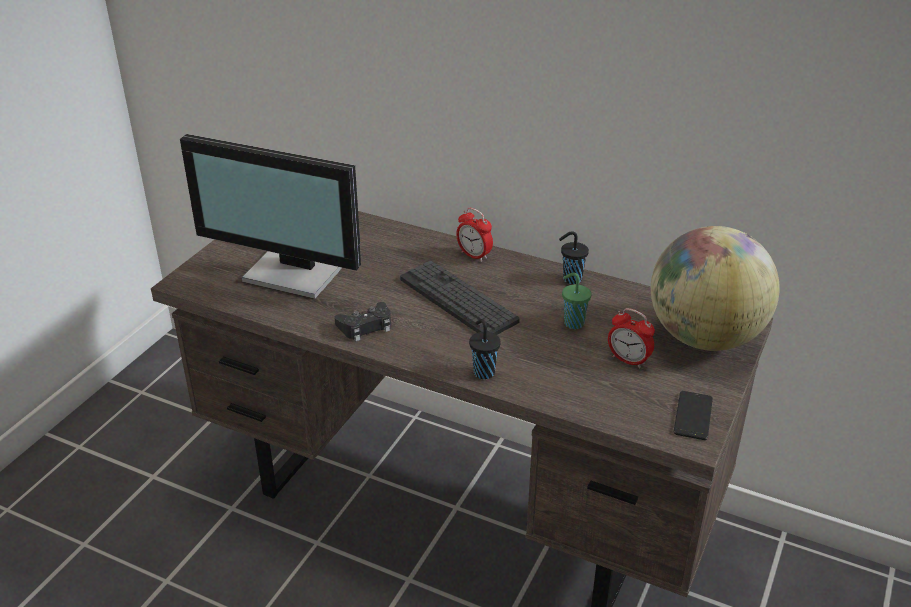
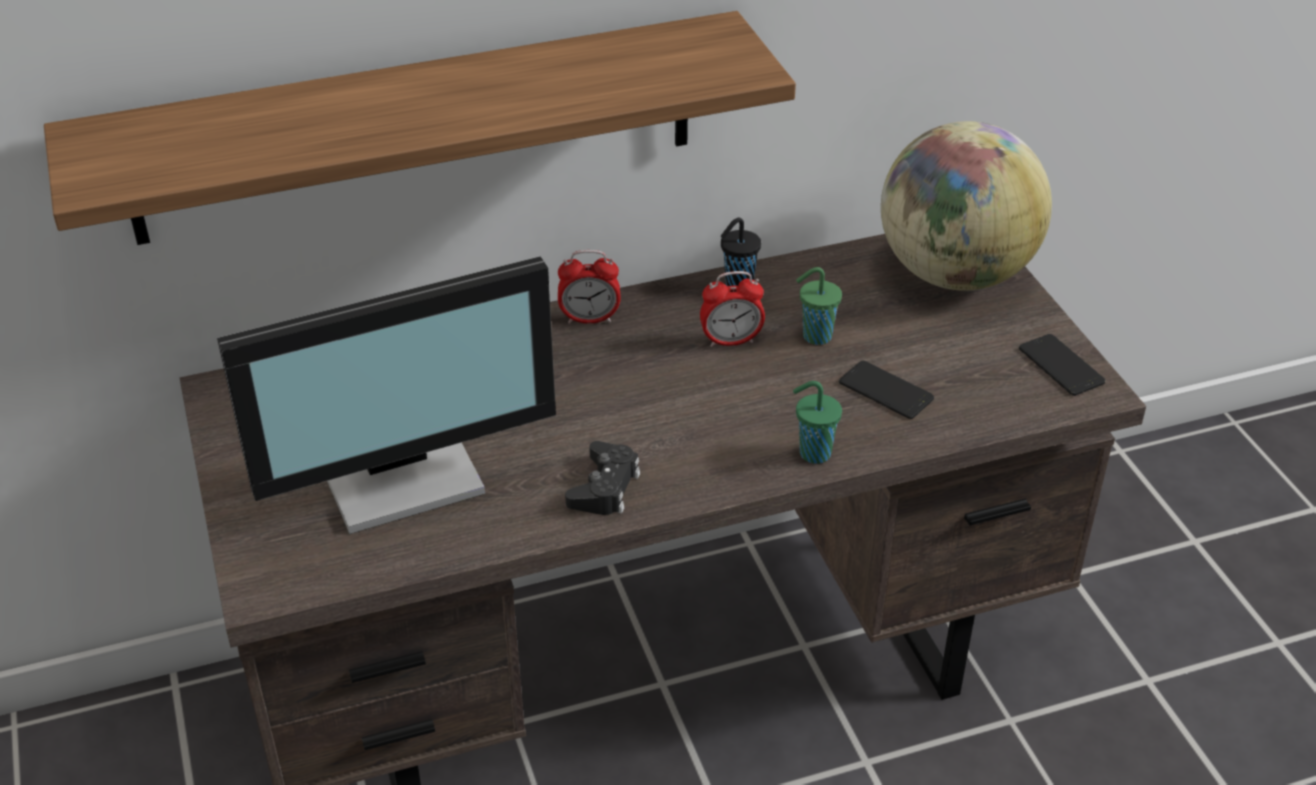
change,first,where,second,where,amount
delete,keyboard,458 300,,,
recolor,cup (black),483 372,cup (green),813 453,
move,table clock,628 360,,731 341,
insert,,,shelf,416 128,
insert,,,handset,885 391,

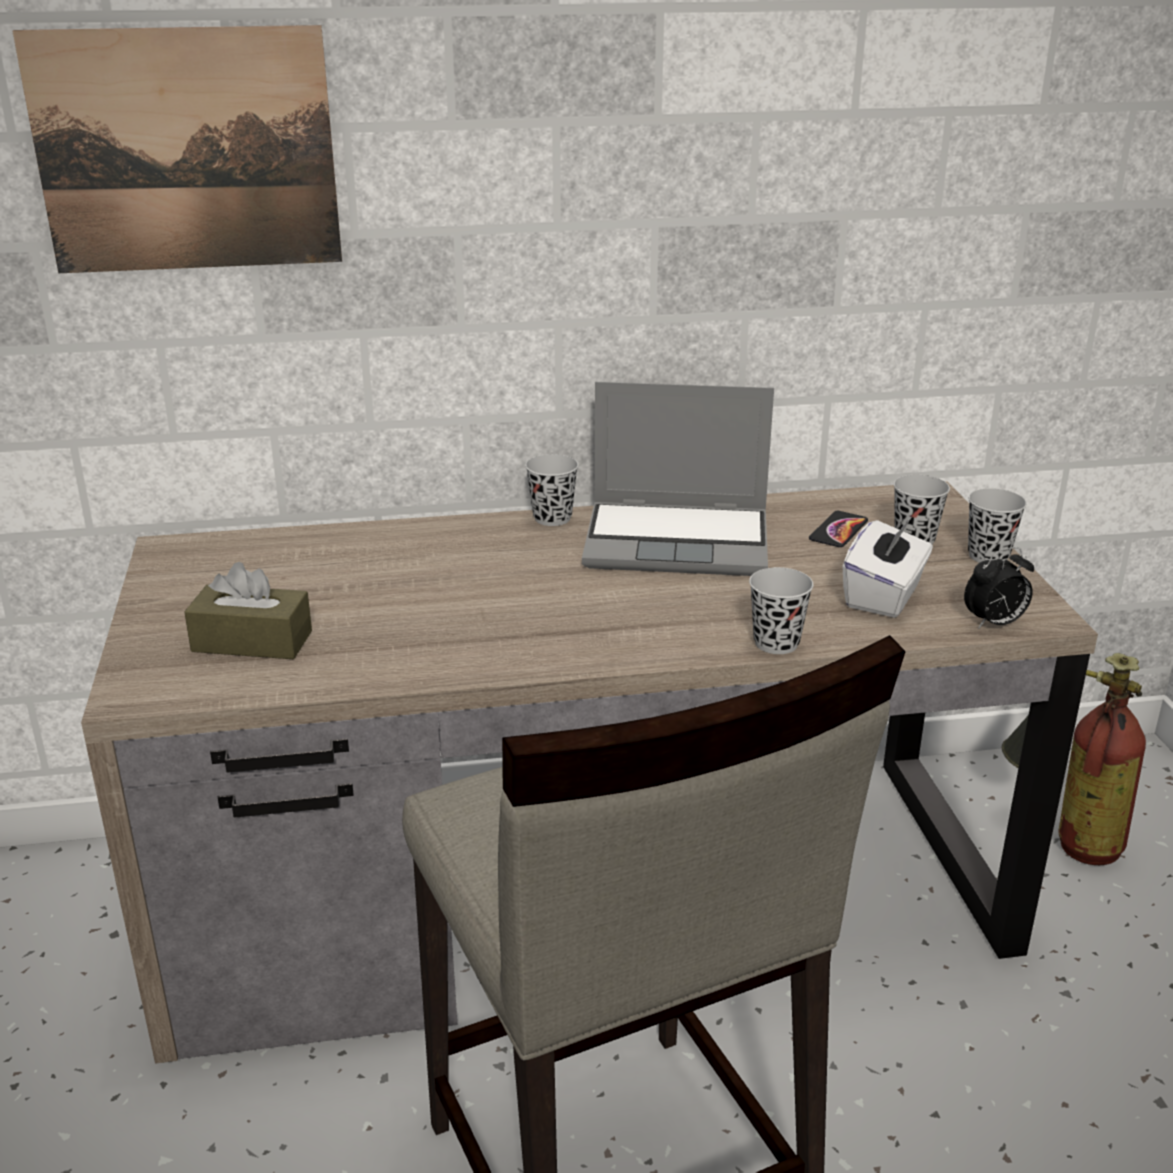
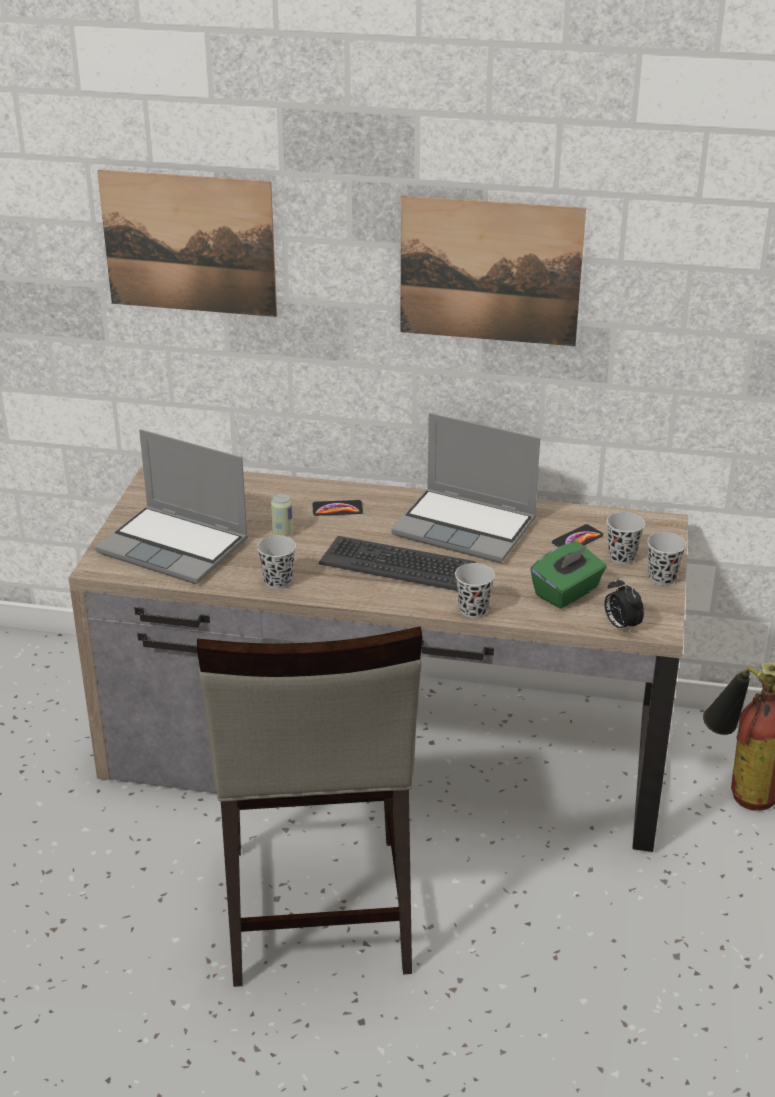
change,first,where,second,where,amount
replace,tissue box (brown-coloured),252 641,notebook computer,176 546,
move,cup (black),552 518,,278 581,
recolor,tissue box (whitish),884 596,tissue box (green),567 592,
rotate,table clock,994 624,,621 626,60 degrees clockwise
insert,,,sealed can,282 532,
insert,,,handset,337 509,
insert,,,keyboard,397 564,
insert,,,picture,490 271,

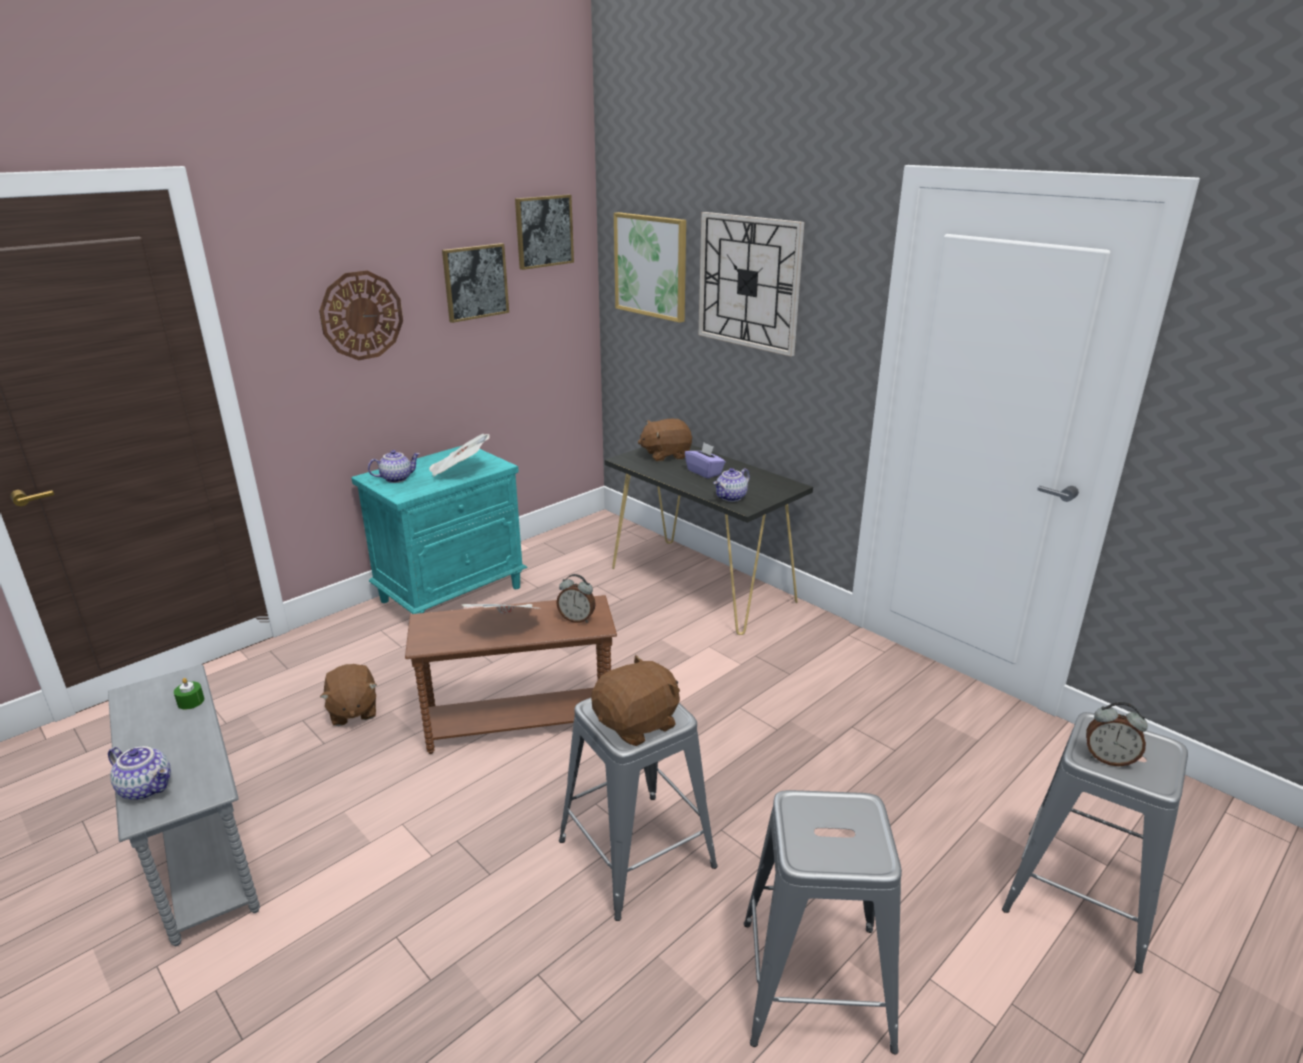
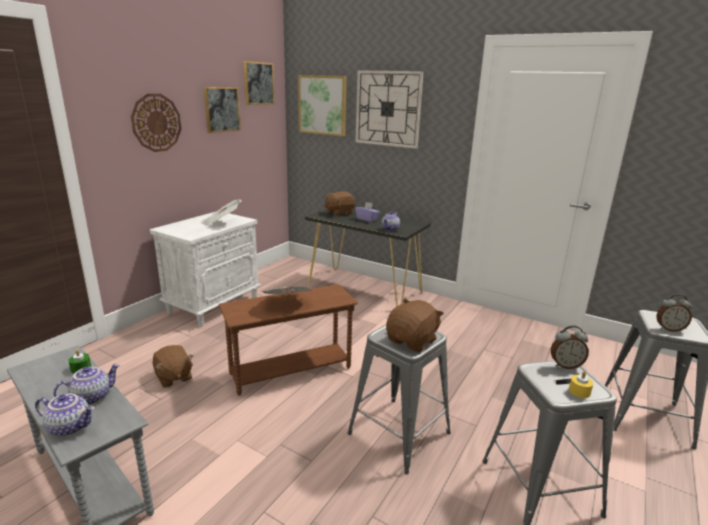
change,first,where,second,where,amount
recolor,nightstand (turquoise-coloured),452 593,nightstand (whitish),214 305,
move,pot for tea,396 478,,92 396,
move,table clock,577 619,,565 365,
insert,,,wax candle (yellow-coloured),579 391,

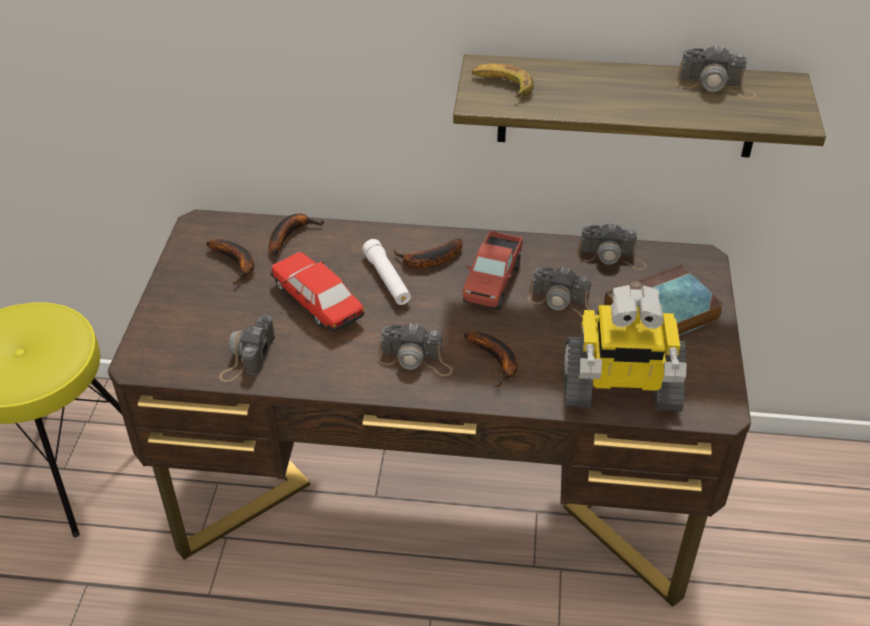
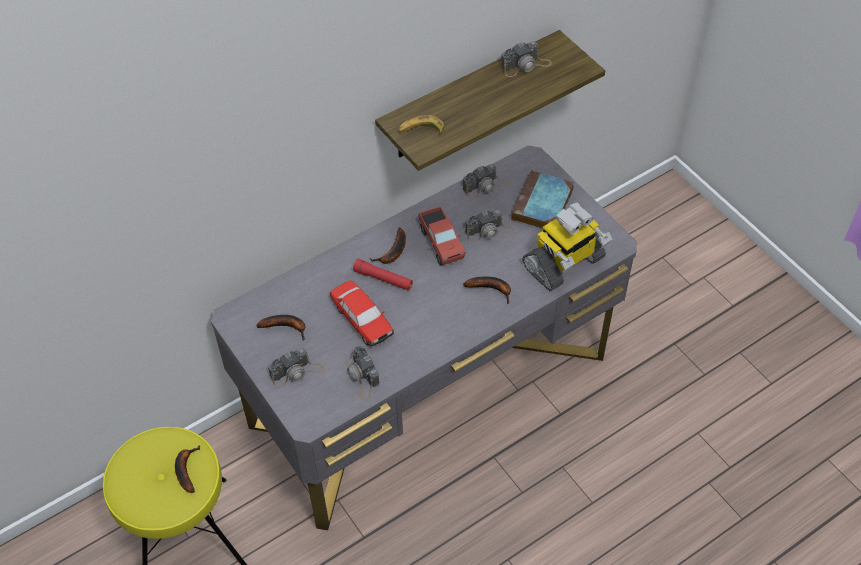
change,first,where,second,where,amount
recolor,desk unit (brown-coloured),435 497,desk unit (grey),430 390,
move,banana fruit,290 235,,186 470,
rotate,model car,317 302,,362 319,135 degrees counterclockwise
recolor,hand torch (whitish),387 279,hand torch (reddish),383 279,
move,still camera,416 360,,296 372,

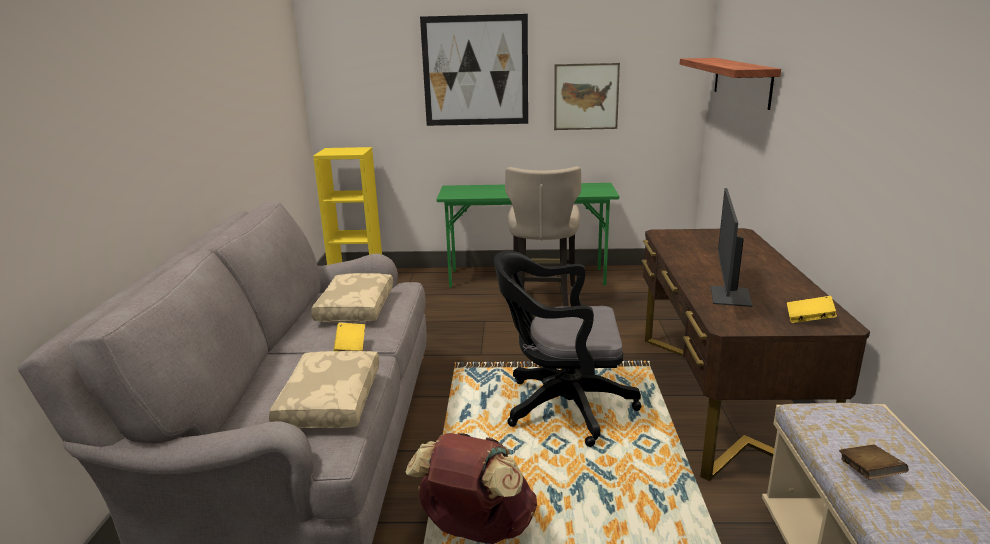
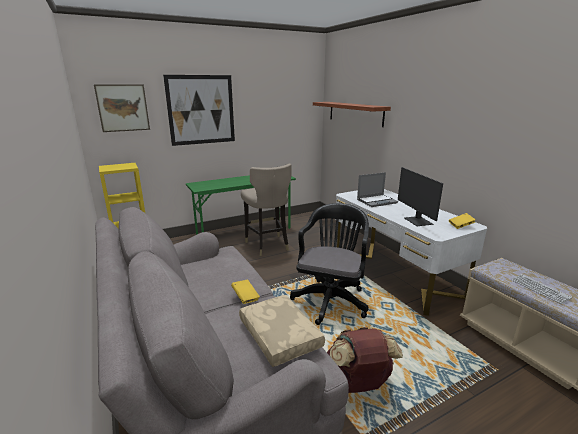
change,first,where,second,where,amount
delete,throw pillow (sand-coloured),354 307,,,
rotate,computer chair (black),561 406,,331 299,135 degrees clockwise
move,picture,586 96,,123 108,
recolor,desk unit (brown-coloured),720 397,desk unit (whitish),394 273,
replace,bound book (brown-coloured),869 473,keyboard,539 289,
insert,,,notebook computer,377 201,

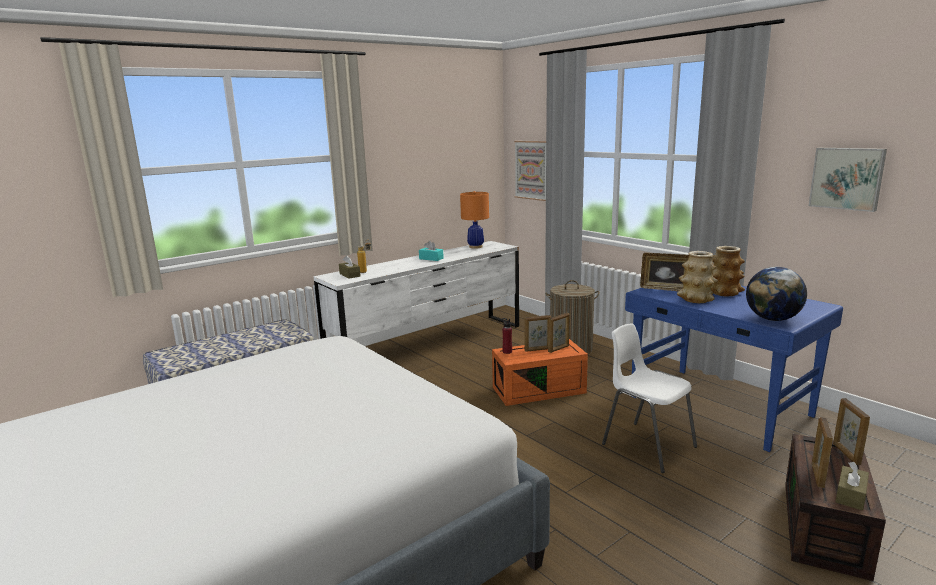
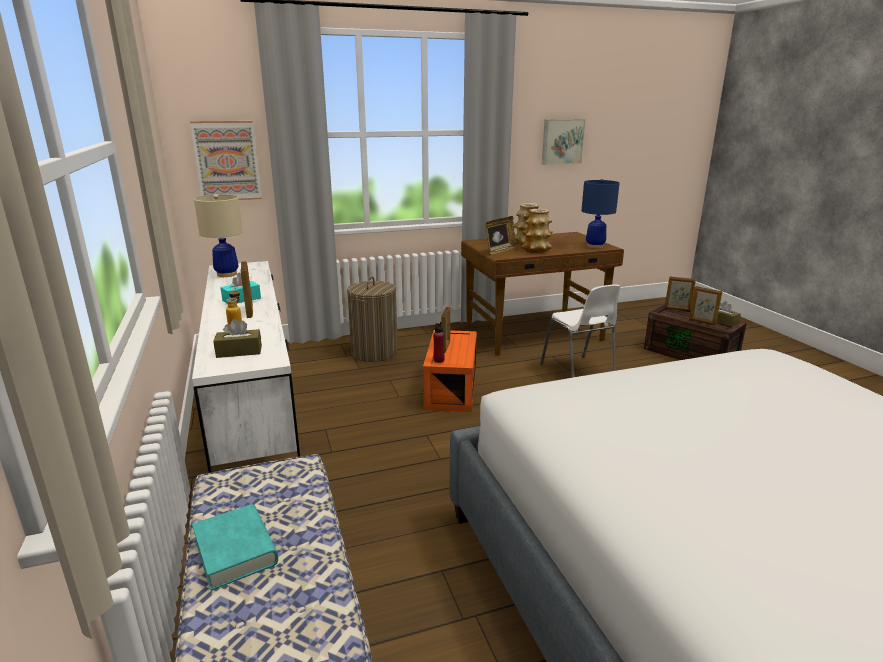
change,first,where,second,where,amount
recolor,table lamp (orangey),476 247,table lamp (sand-coloured),227 274,
move,standing frame,558 349,,249 312,
rotate,chair (whitish),646 445,,578 372,90 degrees counterclockwise
recolor,desk unit (blue),719 407,desk unit (brown-coloured),535 334,
replace,desk globe,772 319,table lamp (blue),595 246,
insert,,,bound book (turquoise-coloured),235 551,

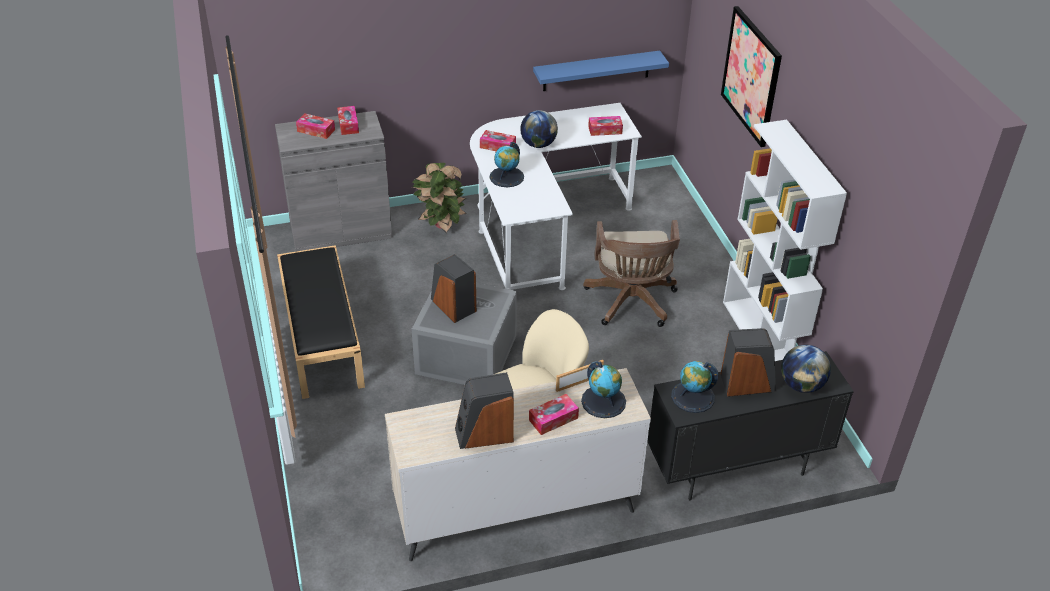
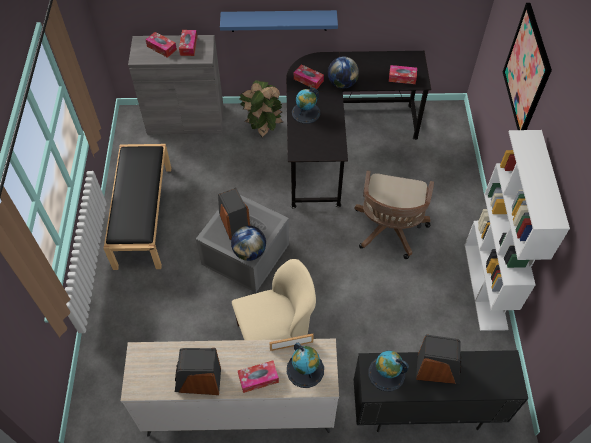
change,first,where,second,where,amount
recolor,desk unit (whitish),540 226,desk unit (black),339 142,
move,shelf (blue),596 71,,279 20,
move,desk globe,801 385,,249 252,

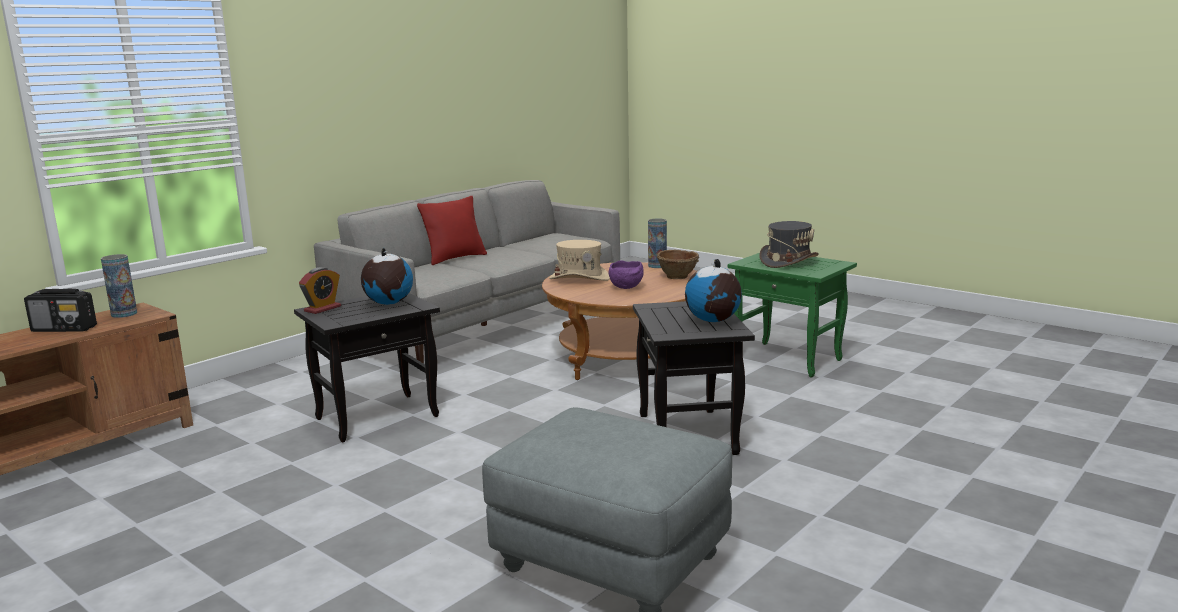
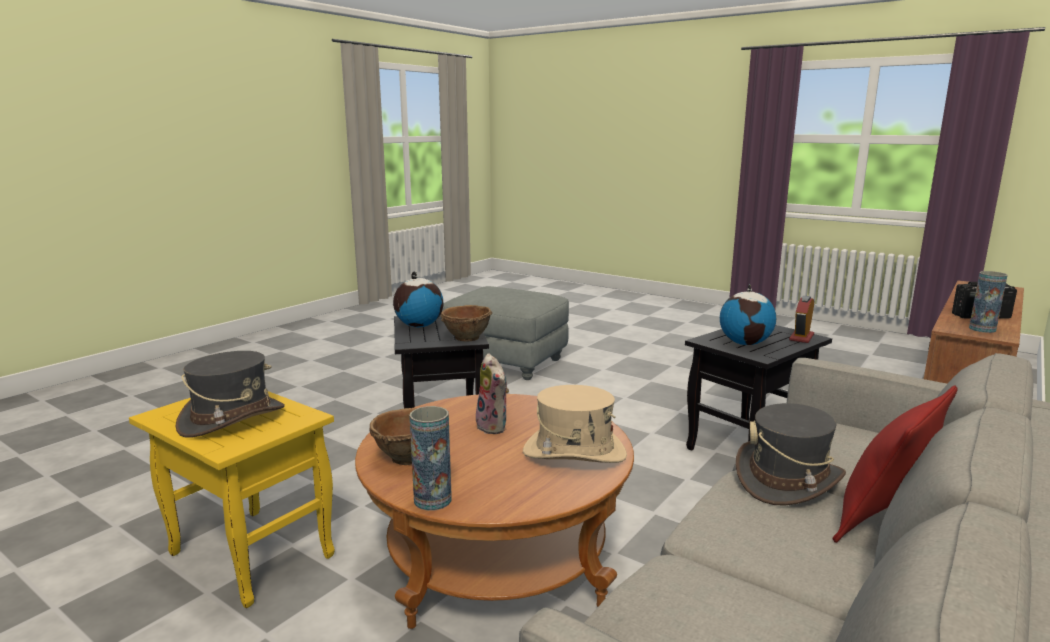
change,first,where,second,where,amount
replace,bowl (purple),627 288,plush toy,494 427,
recolor,end table (green),789 359,end table (yellow-coloured),248 555,
insert,,,bowl (brown-coloured),466 338,
insert,,,clothing hat (grey),788 480,

